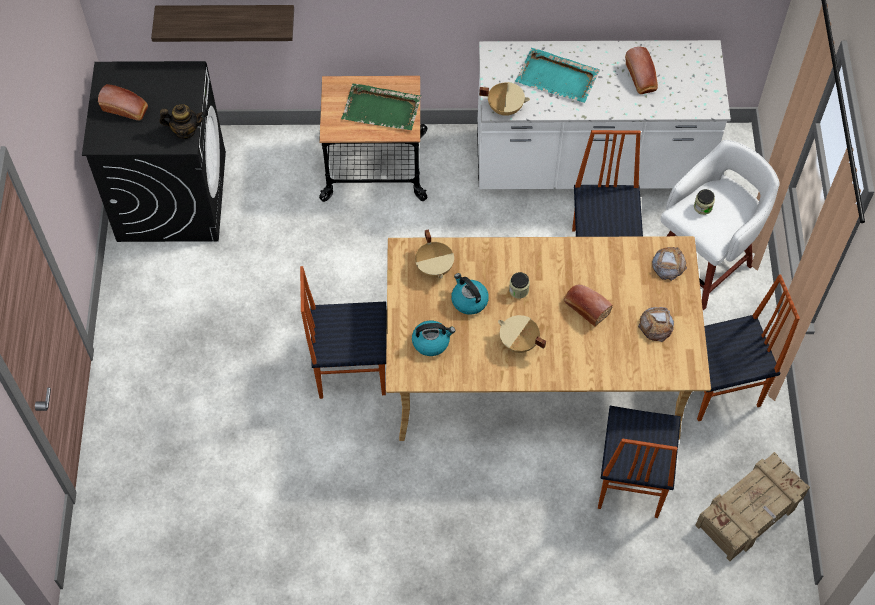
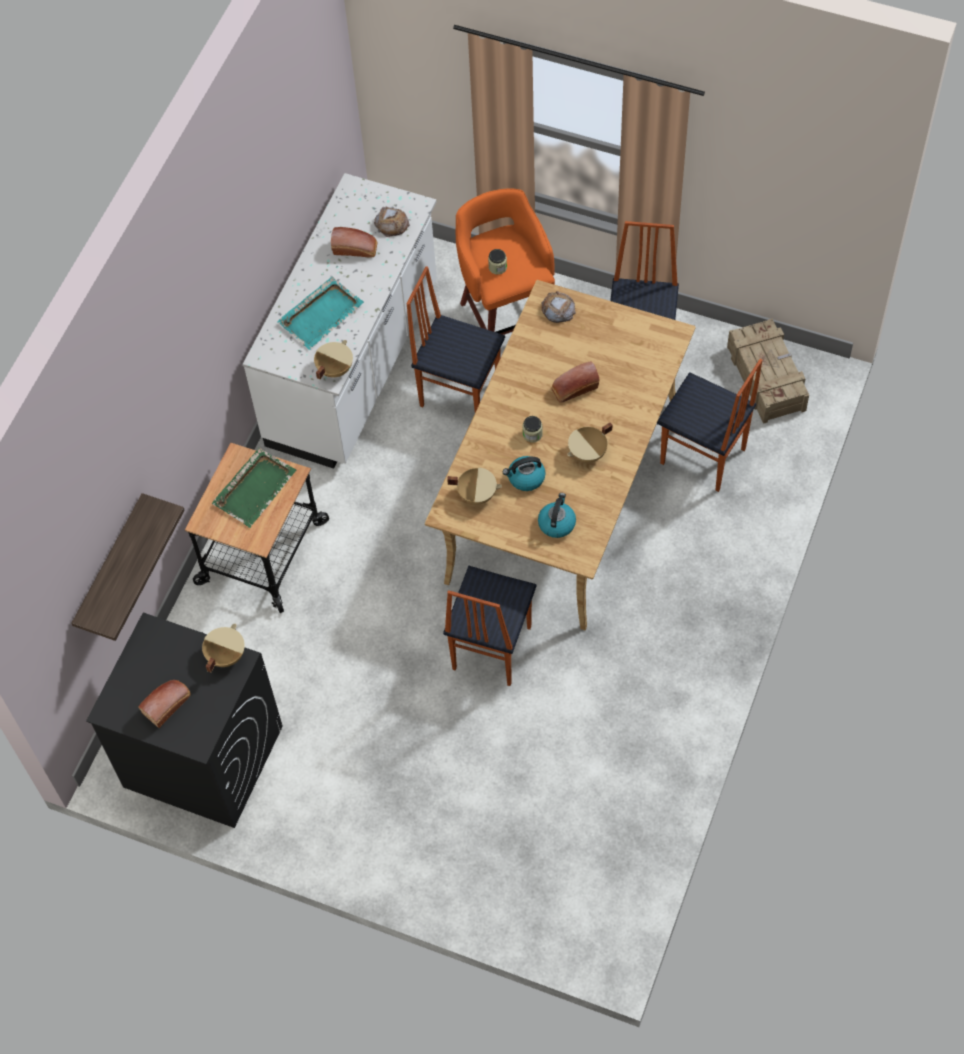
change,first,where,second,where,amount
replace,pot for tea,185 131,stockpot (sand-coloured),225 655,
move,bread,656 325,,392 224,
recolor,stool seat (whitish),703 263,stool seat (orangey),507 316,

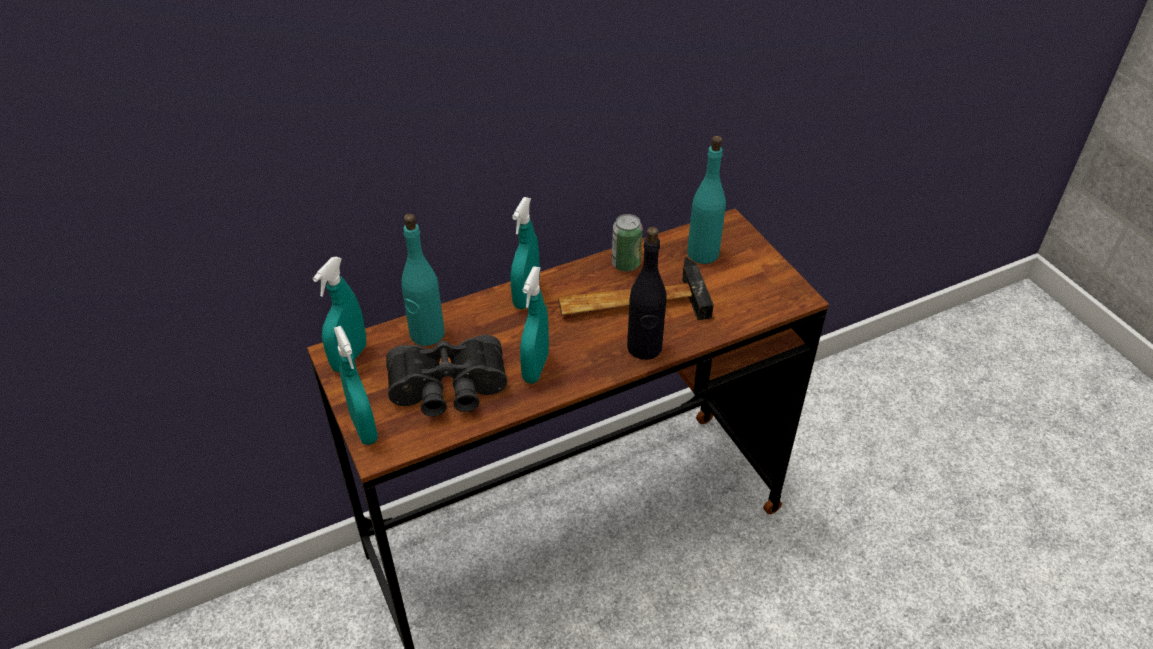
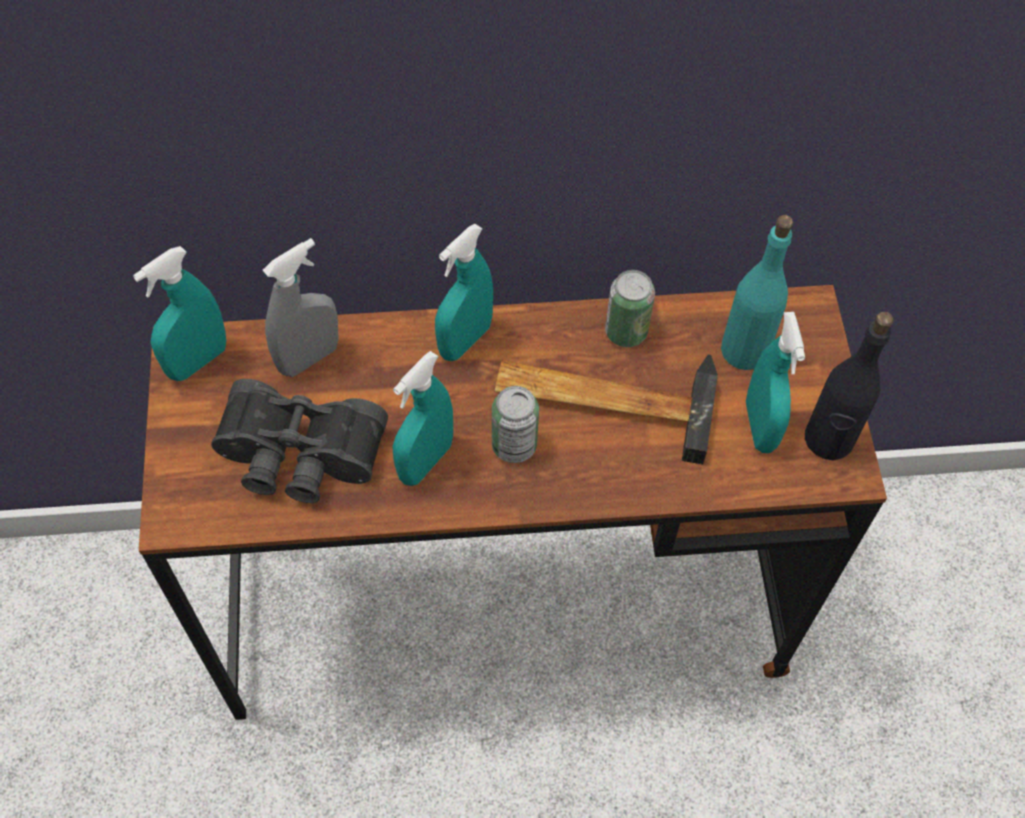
change,first,where,second,where,amount
move,spray bottle (turquoise-coloured),364 428,,760 426,
replace,drink bottle (turquoise-coloured),426 334,spray bottle (grey),309 358,
move,drink bottle (black),644 348,,828 439,
insert,,,sealed can,514 445,

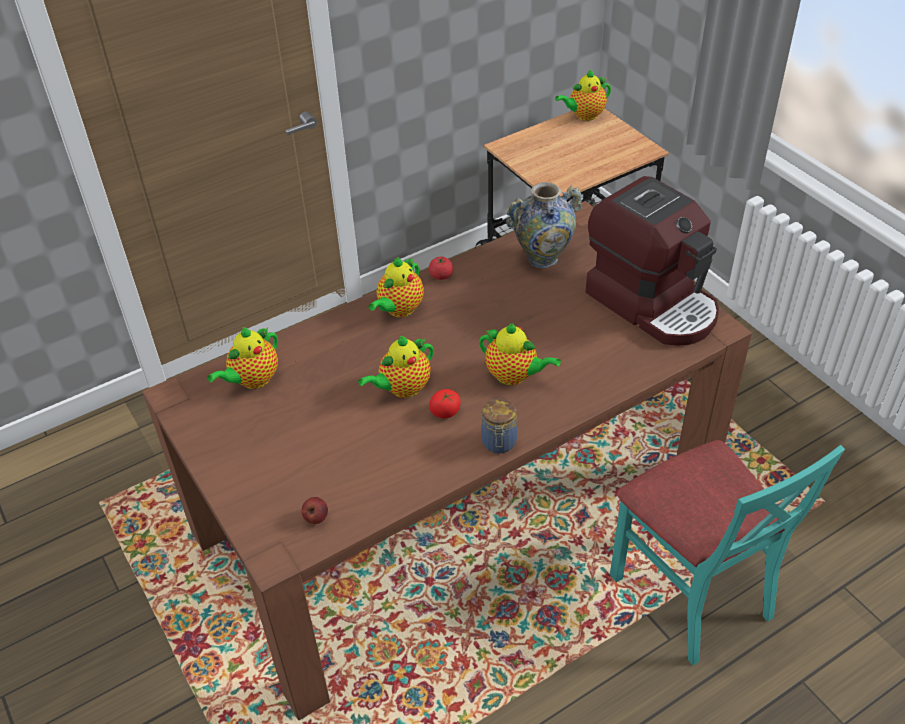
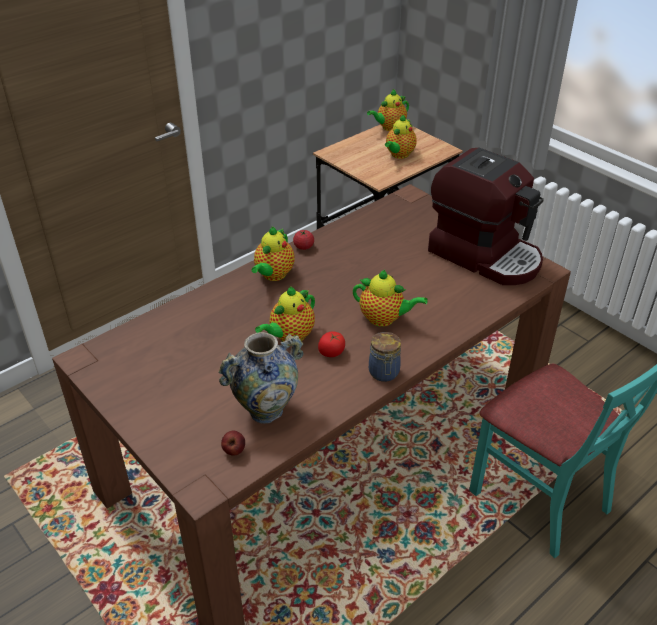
change,first,where,second,where,amount
move,pot for tea,253 380,,399 155,
move,flower vase,543 258,,266 411,

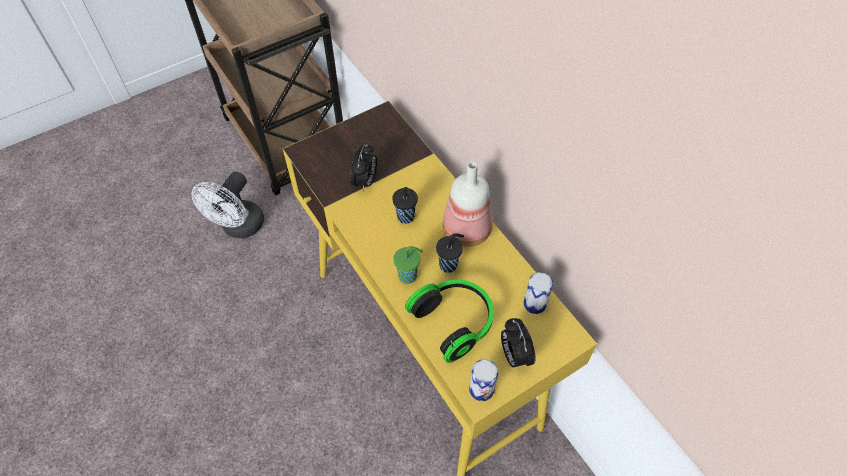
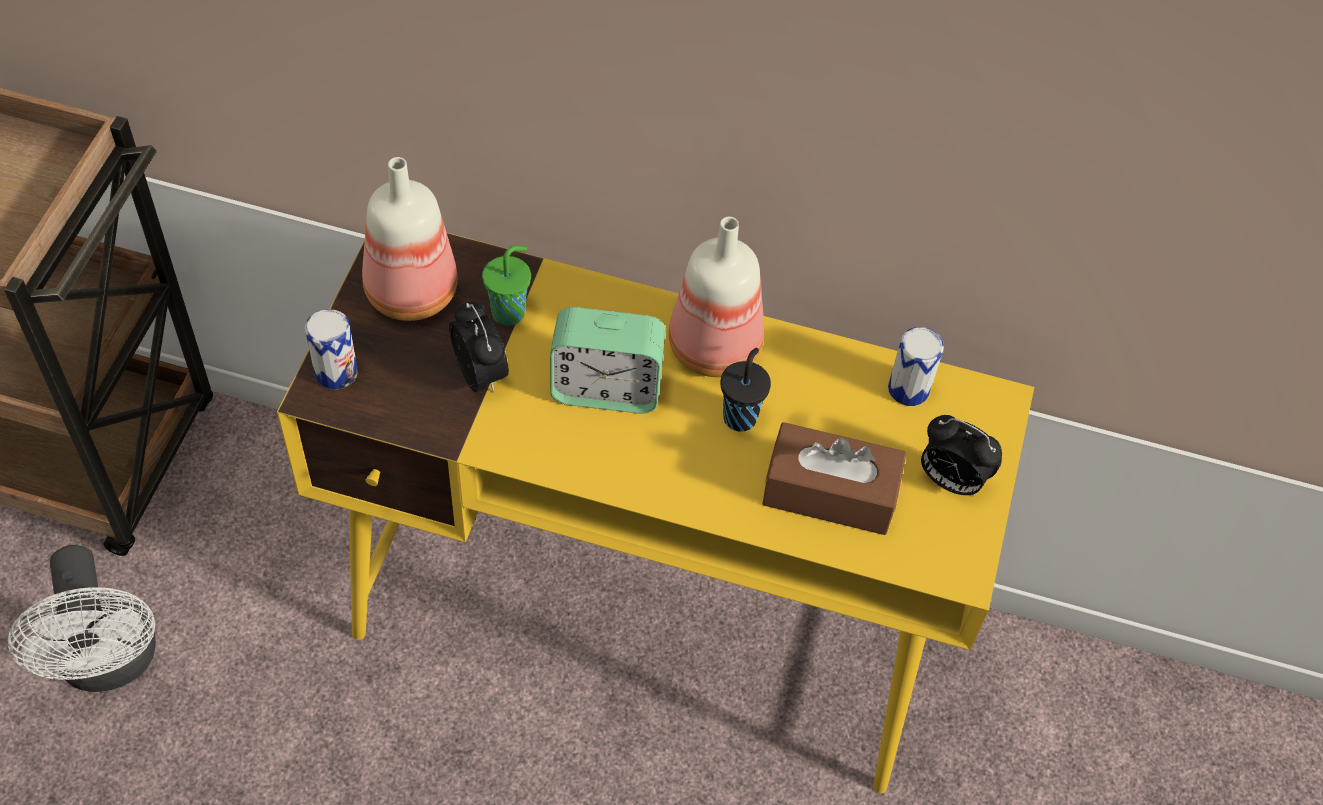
change,first,where,second,where,amount
replace,cup (black),406 218,table clock,606 389,
move,cup (green),408 276,,510 312,
replace,headphones,455 322,tissue box (brown-coloured),830 492,
move,sealed can,481 389,,336 372,
insert,,,drink bottle,410 294,

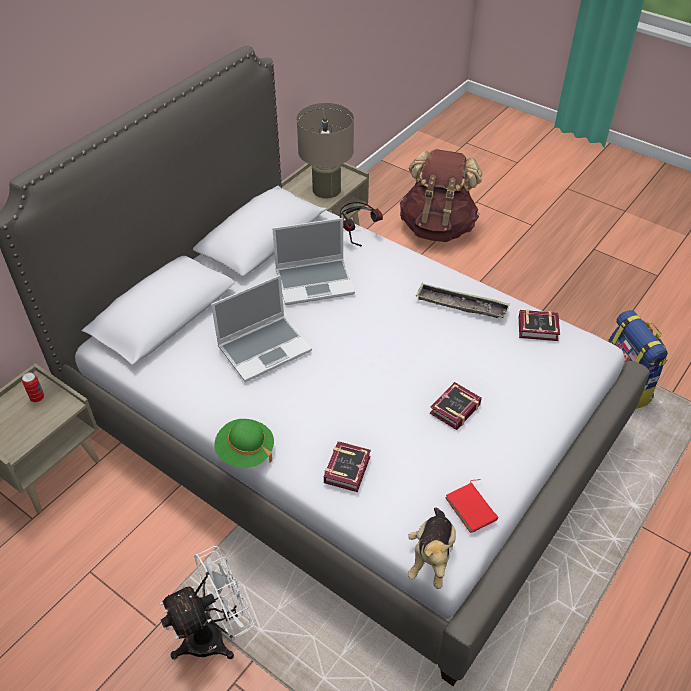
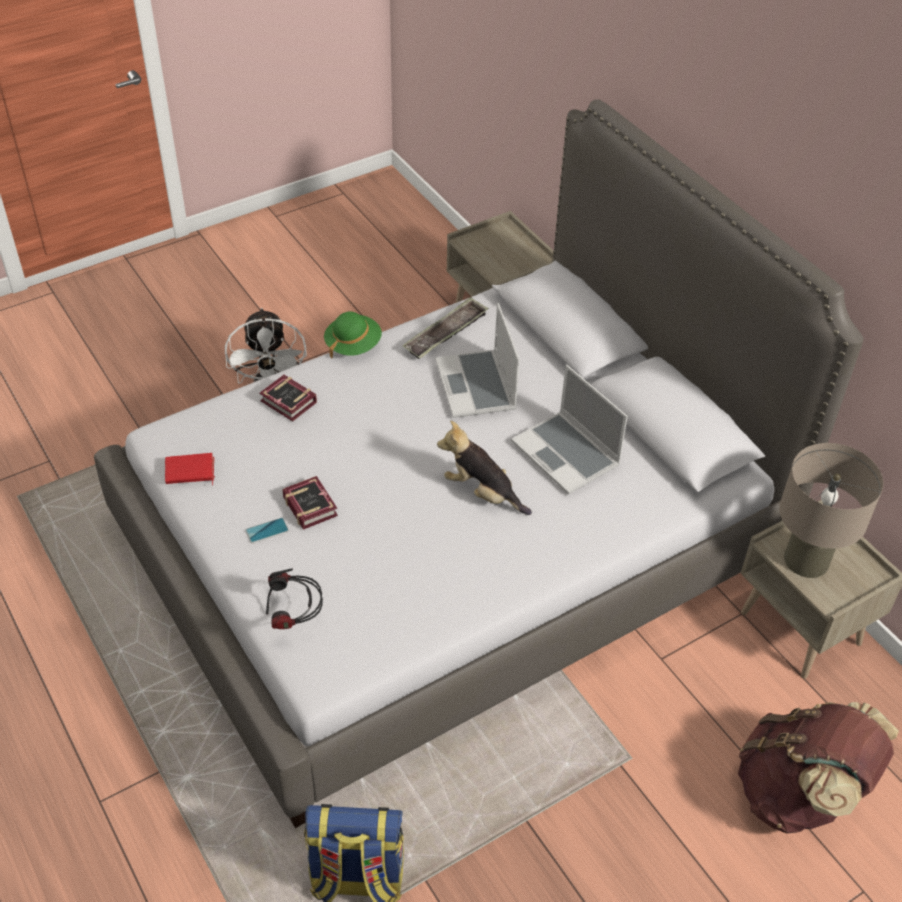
change,first,where,second,where,amount
delete,sealed can,37 398,,,
rotate,notebook computer,315 282,,567 454,45 degrees counterclockwise
move,headphones,358 233,,295 620,
move,plush toy,431 556,,482 493,
move,tray,461 305,,446 333,
delete,bound book,540 329,,,
insert,,,handset,267 531,

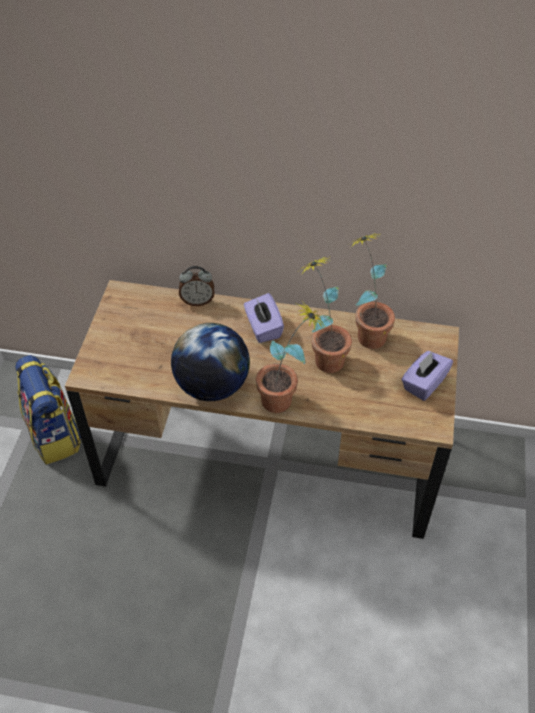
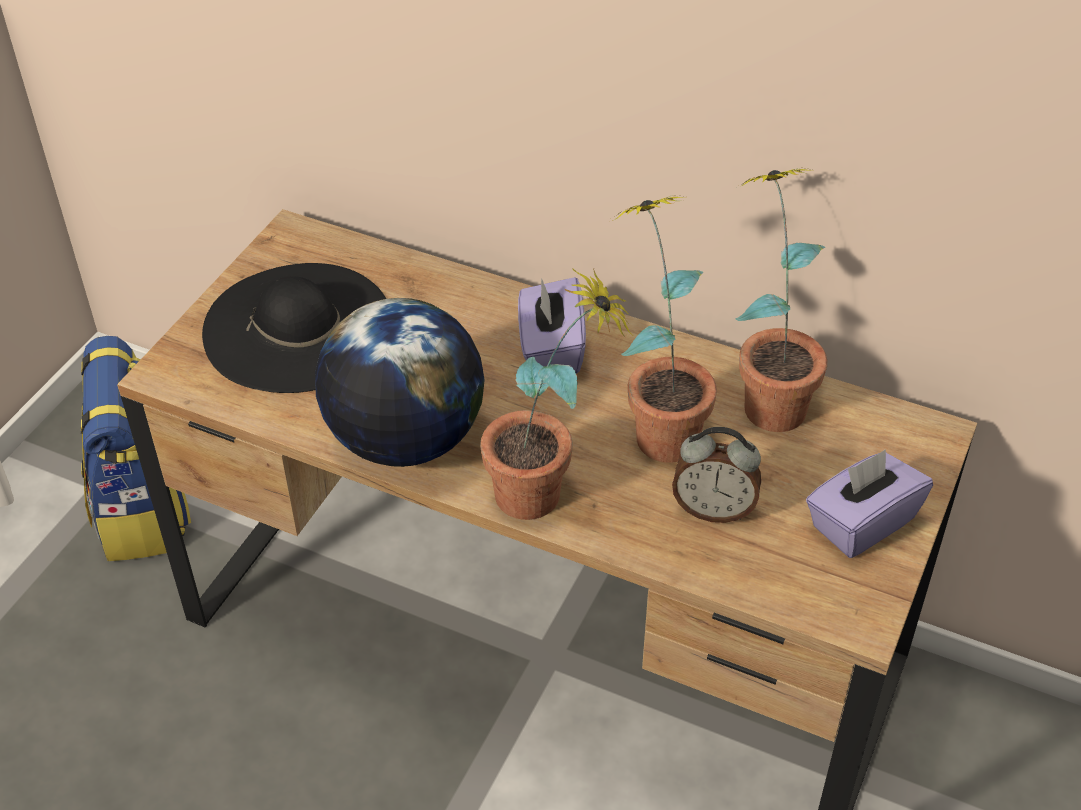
change,first,where,second,where,amount
move,table clock,197 301,,713 509,
insert,,,clothing hat (black),298 327,

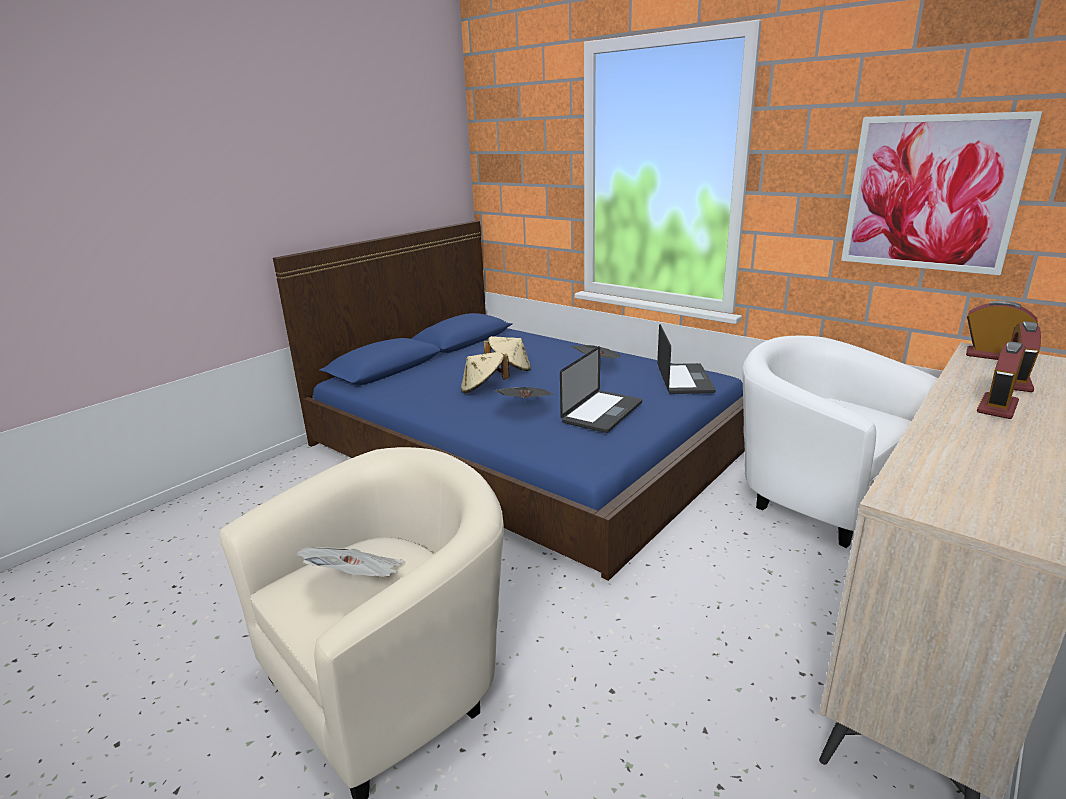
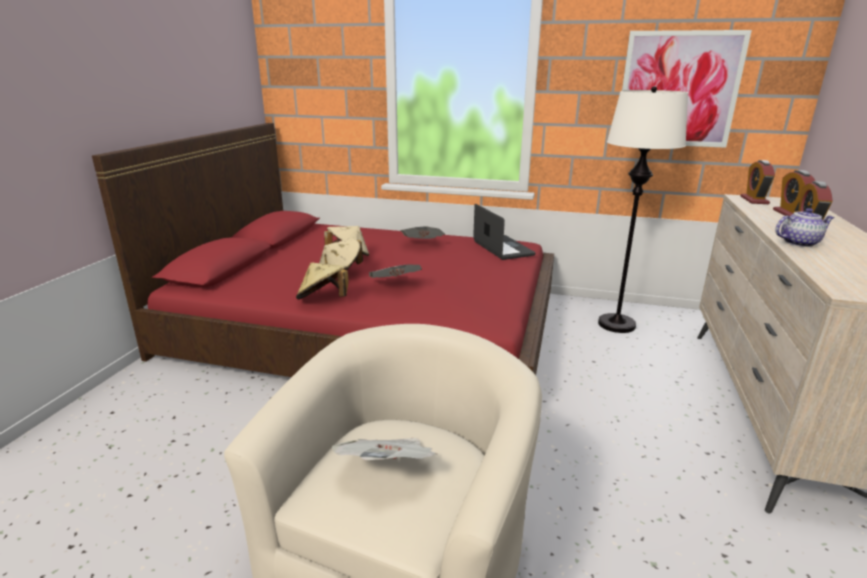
change,first,where,second,where,amount
recolor,bedroom bed (blue),526 444,bedroom bed (reddish),370 323,
delete,notebook computer,602 412,,,
replace,armchair (whitish),815 494,floor lamp (whitish),616 324,
rotate,table clock,991 356,,754 200,90 degrees counterclockwise
insert,,,clothing hat (sand-coloured),324 299,
insert,,,pot for tea,799 243,

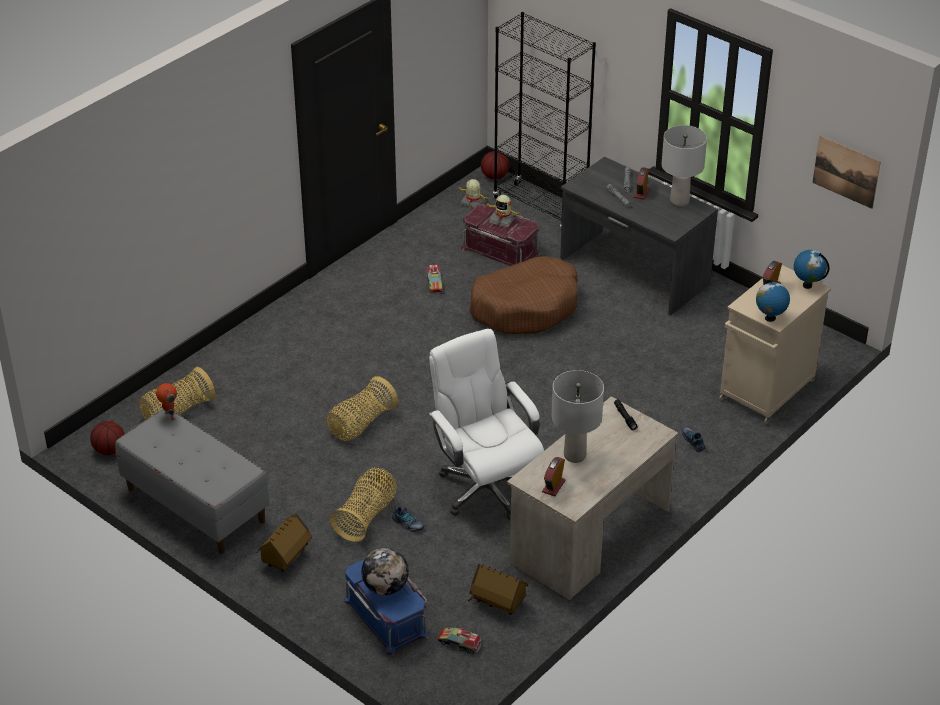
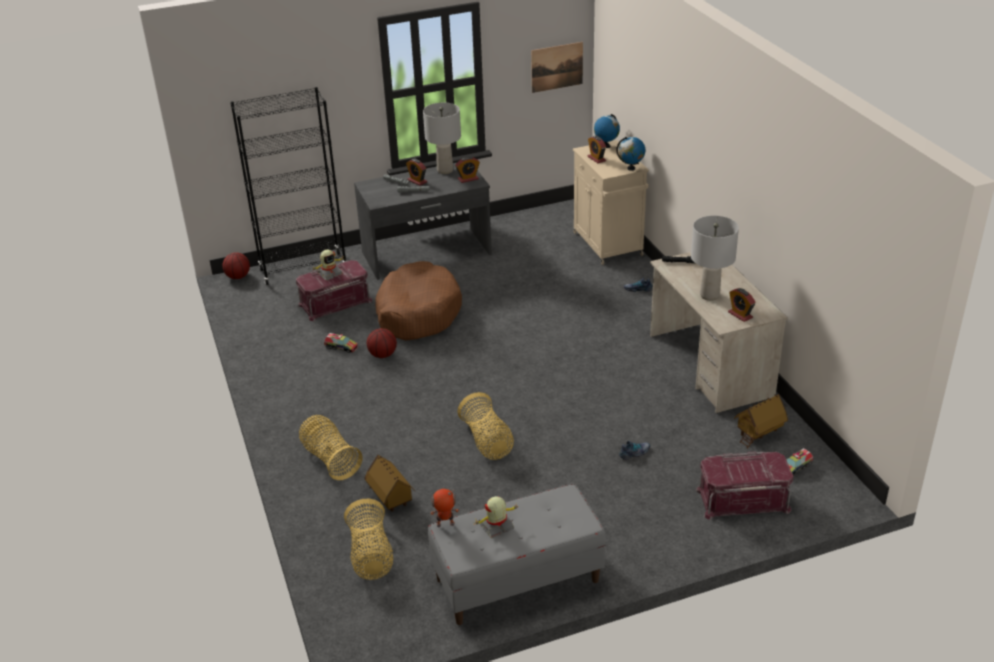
change,first,where,second,where,amount
move,basketball ball,109 450,,383 355,
move,model house,285 558,,390 499,
move,storage basket,366 516,,330 459,
recolor,storage container (blue),387 617,storage container (reddish),742 499,
delete,desk globe,385 587,,,
delete,computer chair (whitish),485 488,,,
move,robot figure,473 203,,496 526,
insert,,,table clock,468 179,

